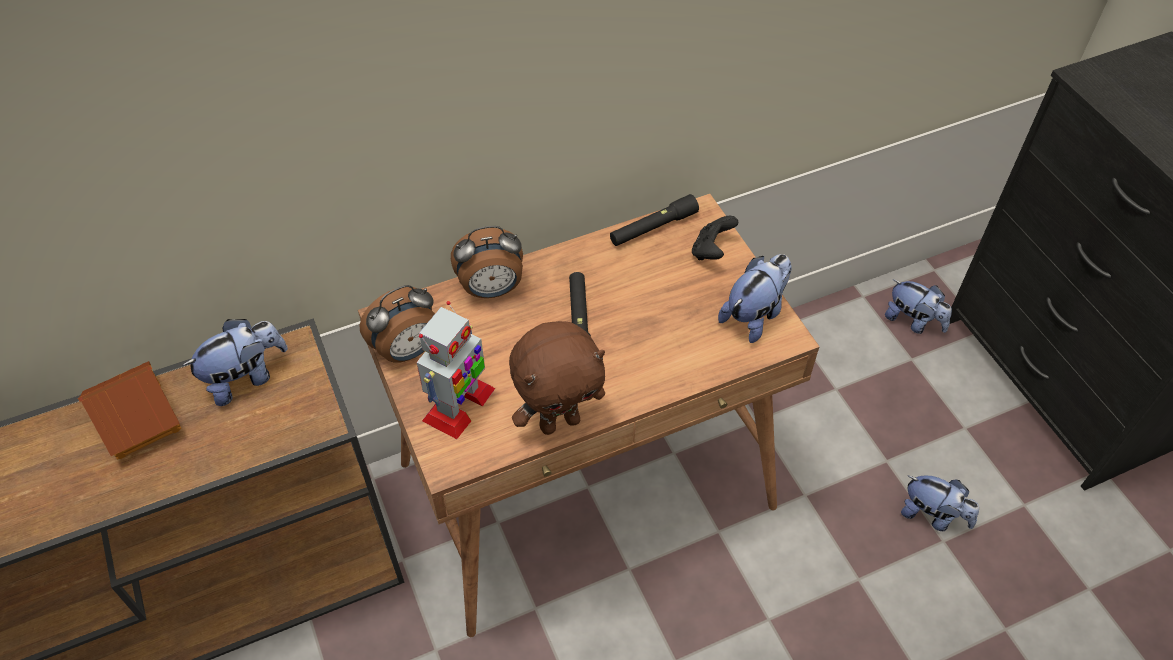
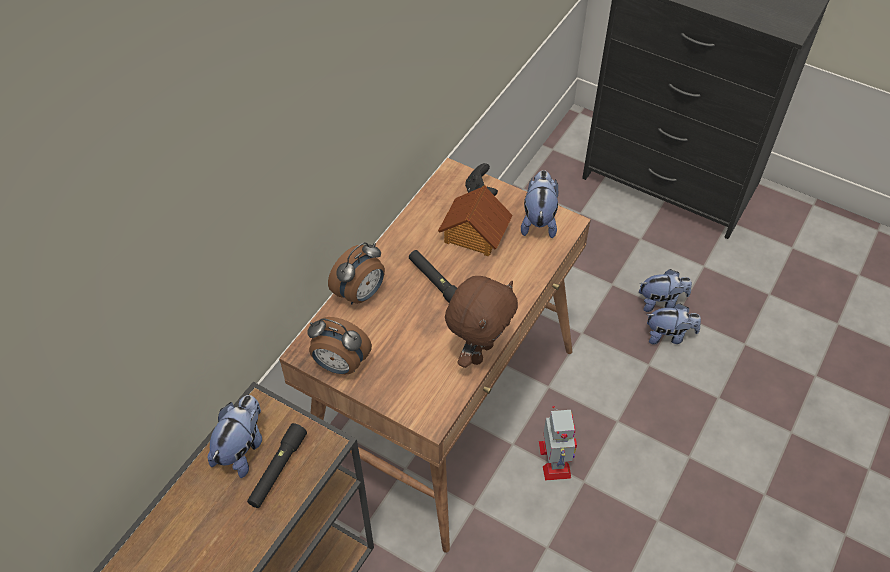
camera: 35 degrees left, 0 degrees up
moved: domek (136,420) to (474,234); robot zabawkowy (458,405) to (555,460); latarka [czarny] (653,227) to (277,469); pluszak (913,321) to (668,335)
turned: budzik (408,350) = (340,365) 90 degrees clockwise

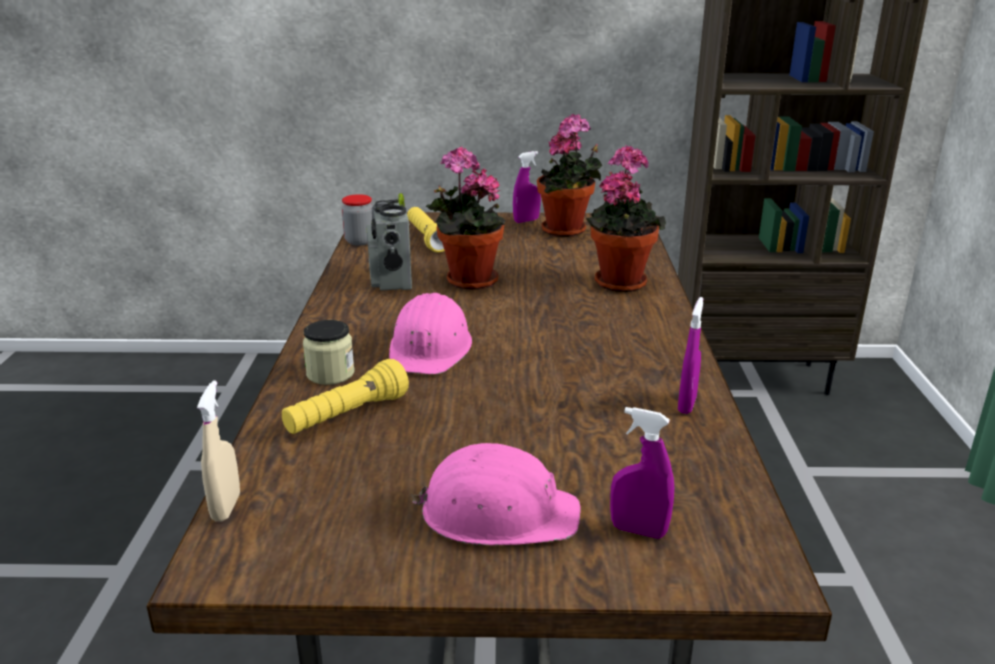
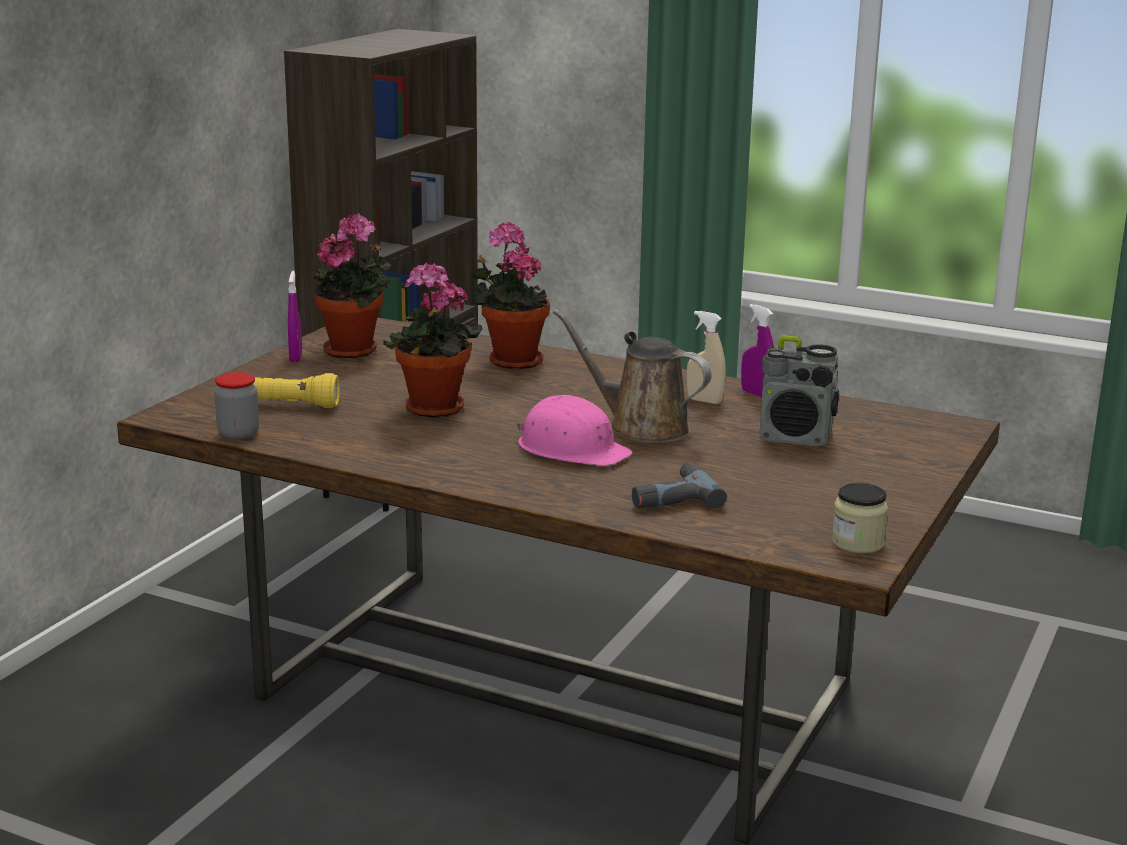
camera: 65 degrees left, 5 degrees down
removed: kask [różowy] (498,513); spryskiwacz [fioletowy] (638,530)
added: konewka [brązowy] (641,427)
moved: spryskiwacz [beżowy] (226,507) to (704,401); słoik (330,374) to (857,543); radio (390,281) to (795,438)
replaced: latarka [żółty] (347,416) to wiertarka (670,497)

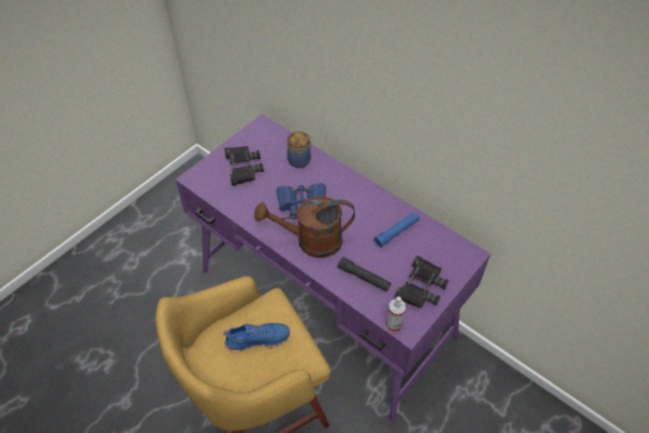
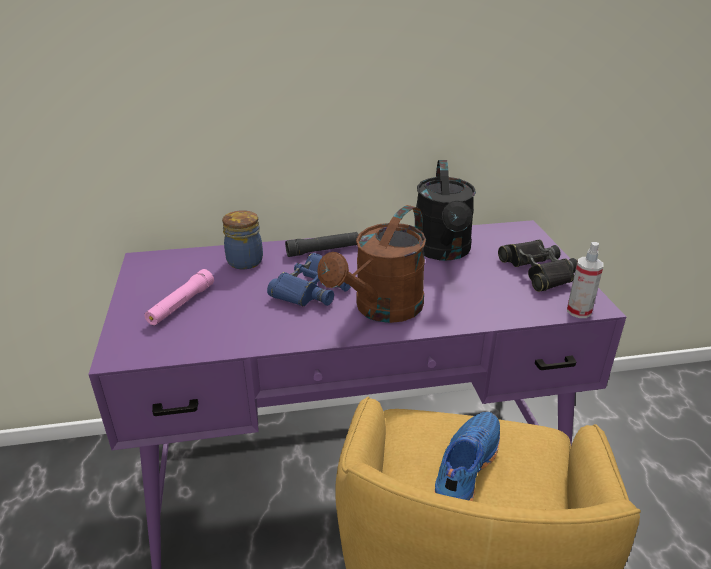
camera: 50 degrees left, 20 degrees down
moved: latarka [czarny] (364,278) to (323,250)
replaced: lornetka [czarny] (243,167) to latarka [różowy] (181,304); latarka [niebieski] (396,232) to konewka [czarny] (443,252)

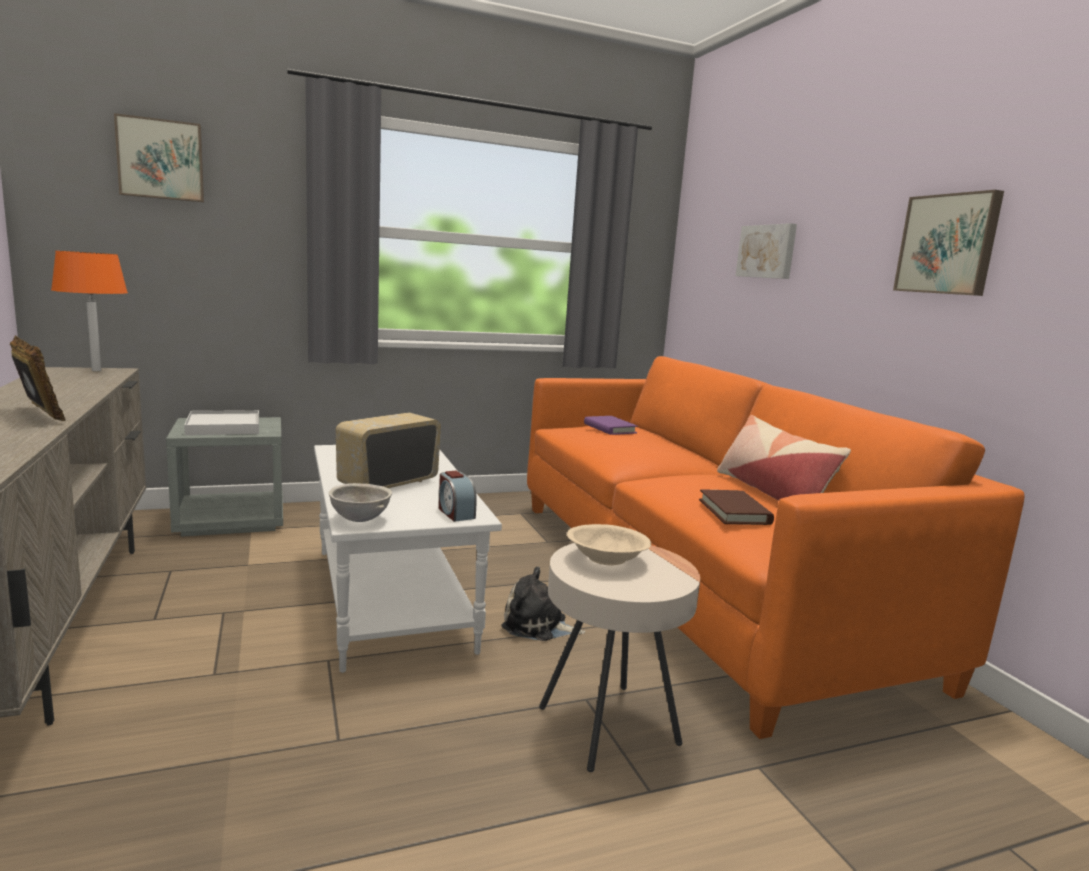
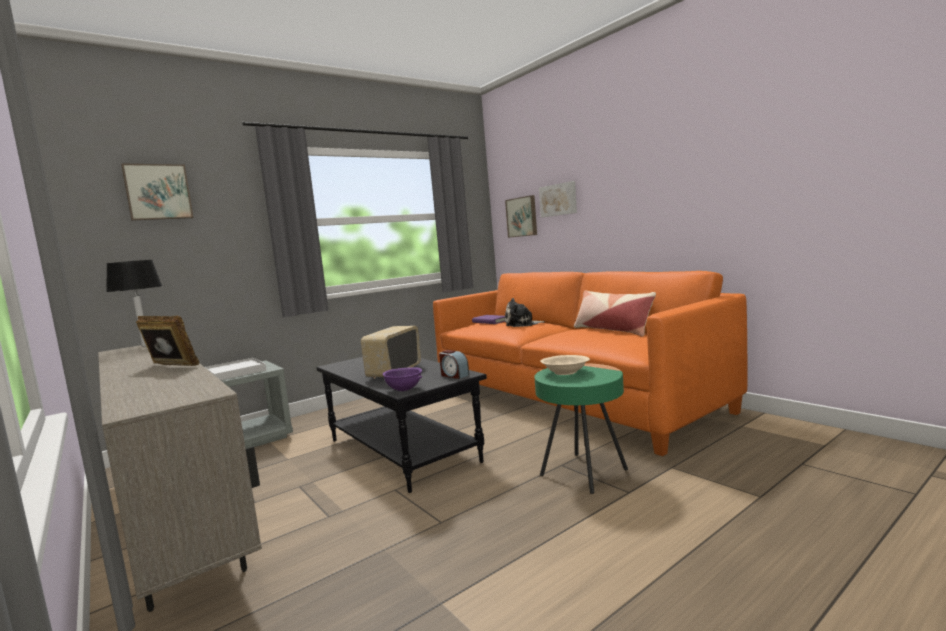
camera: 15 degrees left, 5 degrees down
removed: książka [brązowy] (734,512)
moved: pluszak (538,625) to (521,324); obraz (948,244) to (522,217)
recoloured: lampa stołowa [pomarańczowy] (96,370) to lampa stołowa [czarny] (145,346); ława [biały] (393,597) to ława [czarny] (403,450); miska [szary] (360,520) to miska [fioletowy] (404,390); stolik [beżowy] (608,726) to stolik [zielony] (583,472)

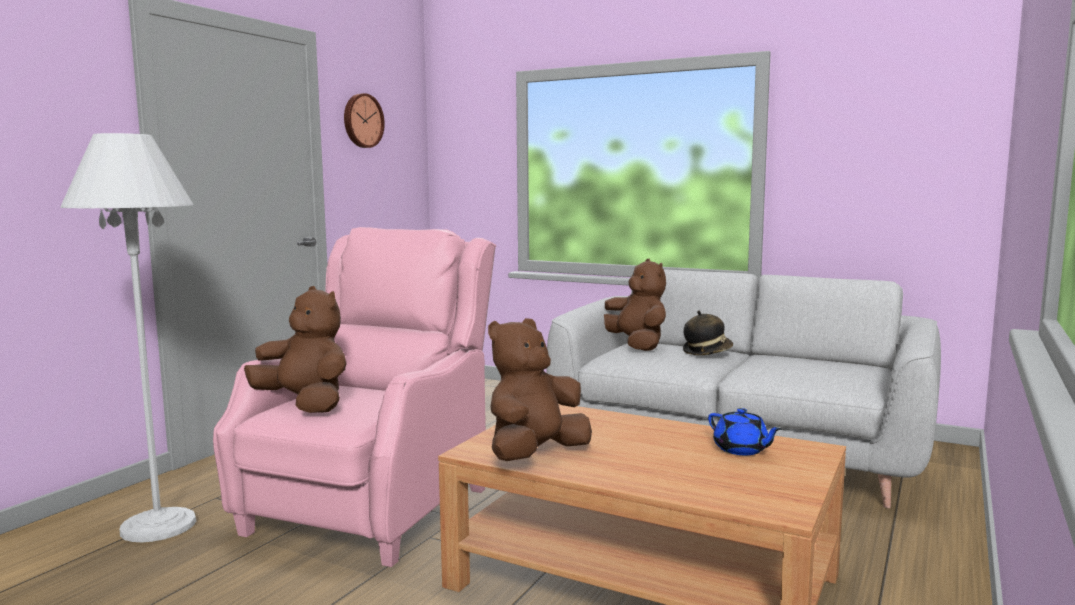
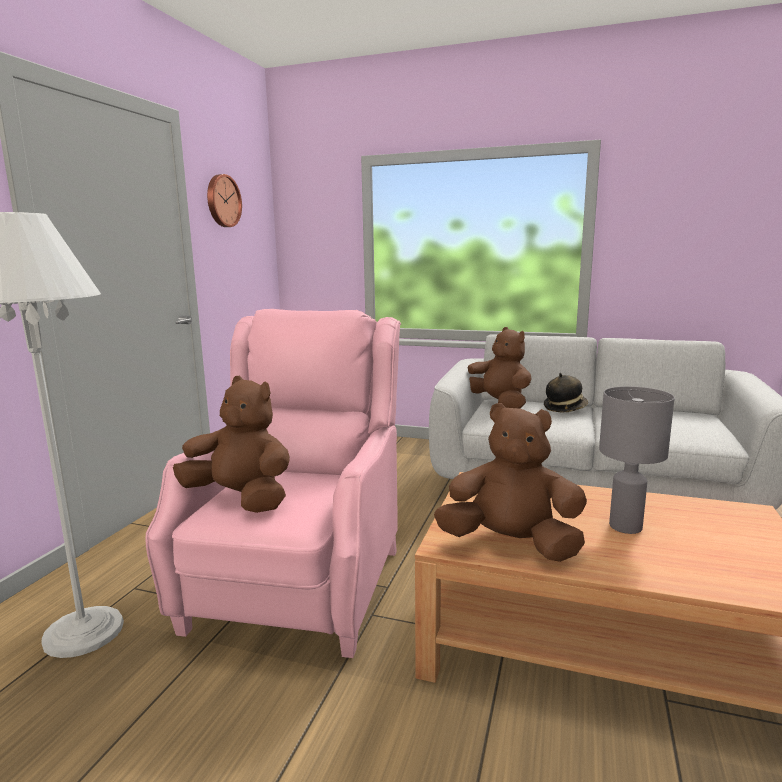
camera: 10 degrees left, 5 degrees up
removed: imbryk [niebieski] (741,450)
added: lampa stołowa [szary] (625,527)
turned: pluszak [brązowy] (535,455) = (511,544) 75 degrees clockwise

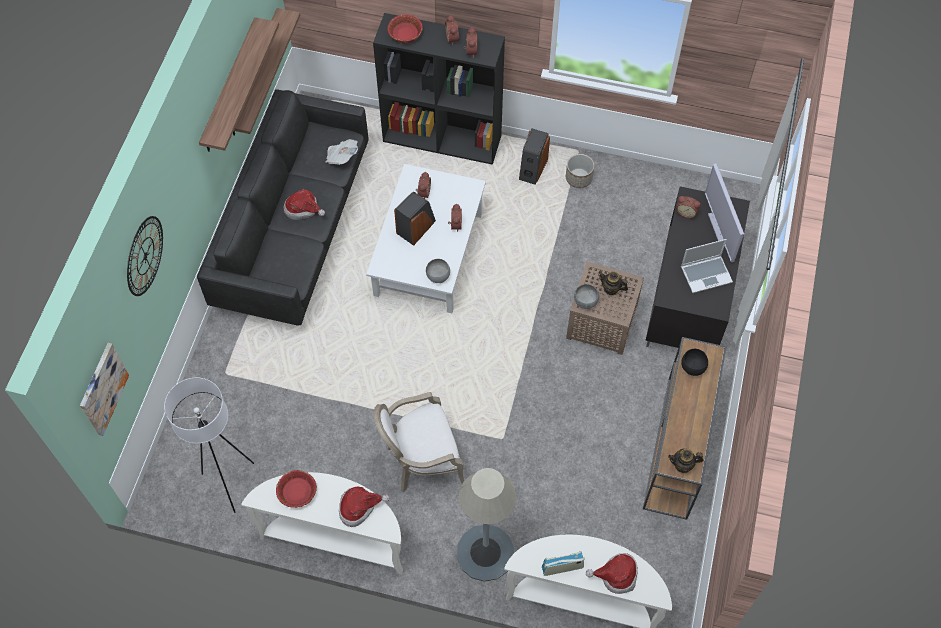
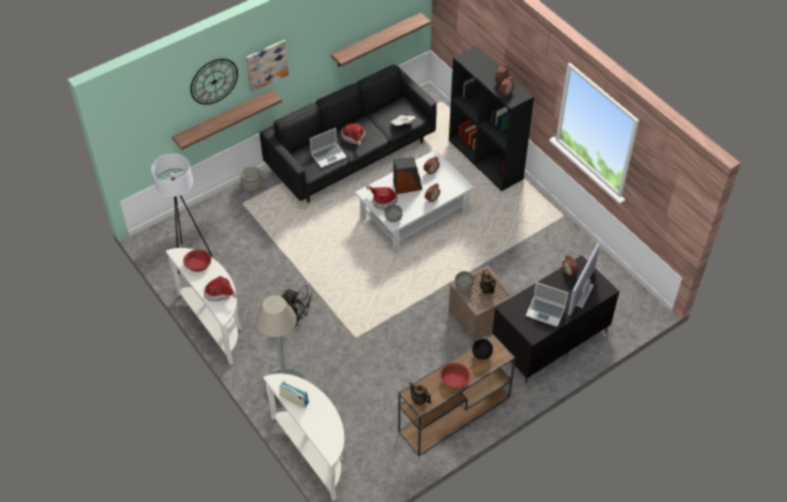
camera: 40 degrees right, 10 degrees down
removed: głośnik (532,169)
added: laptop (328,155)
moved: obraz (102,389) to (266,64); półka (229,87) to (224,120); miska [czerwony] (405,34) to (454,379); donica (578,178) to (251,185); kapelusz (616,575) to (382,201)
replaced: fotel (421,461) to wentylator [szary] (299,316)

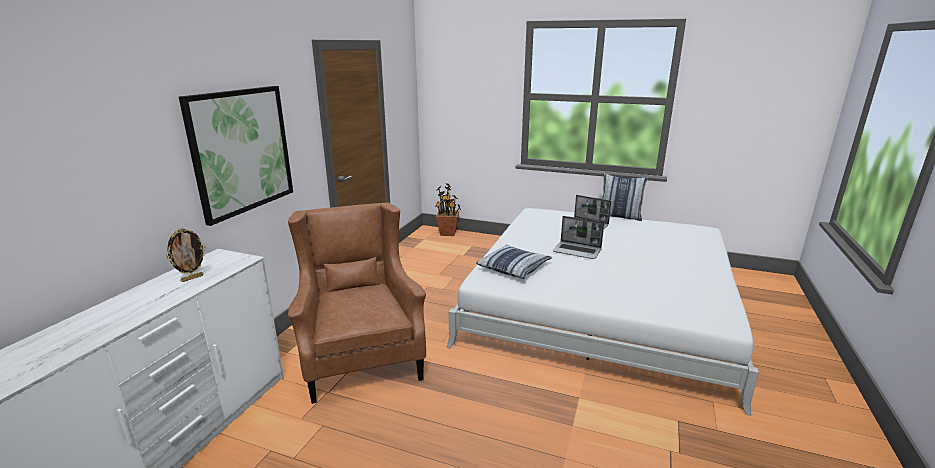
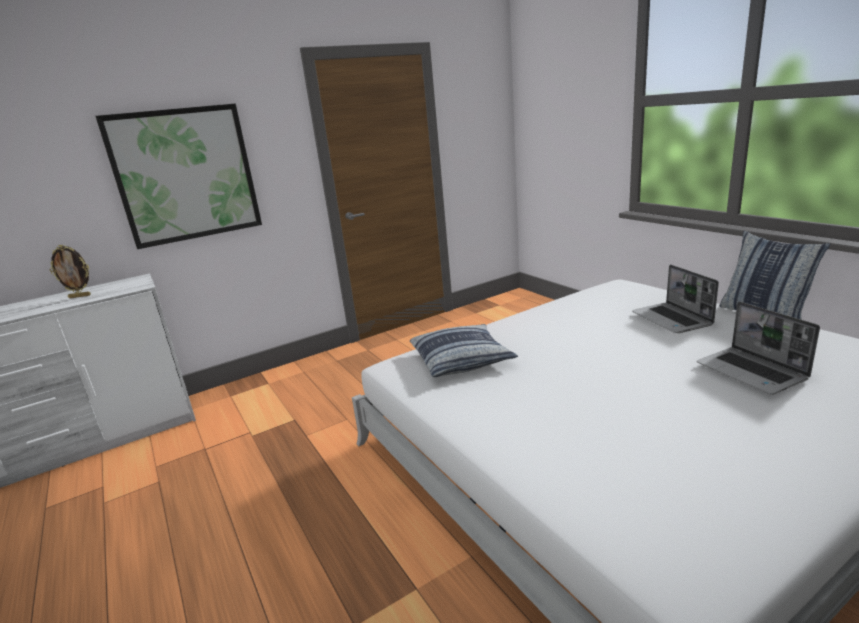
camera: 40 degrees right, 0 degrees up
removed: fotel [brązowy] (361,354); roślina doniczkowa (448,233)
moved: laptop (577,251) to (752,372)

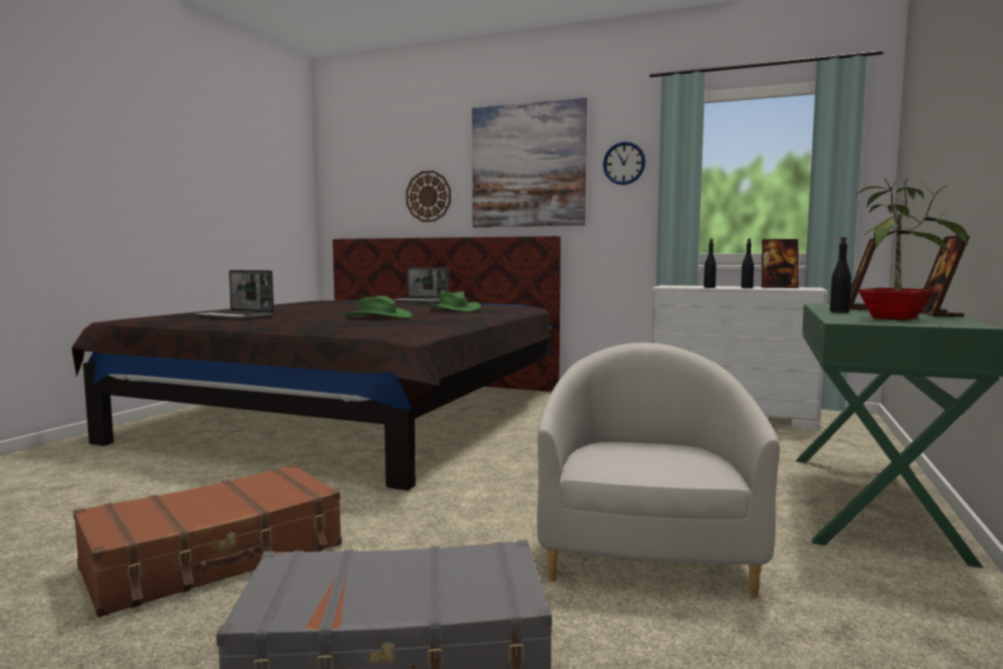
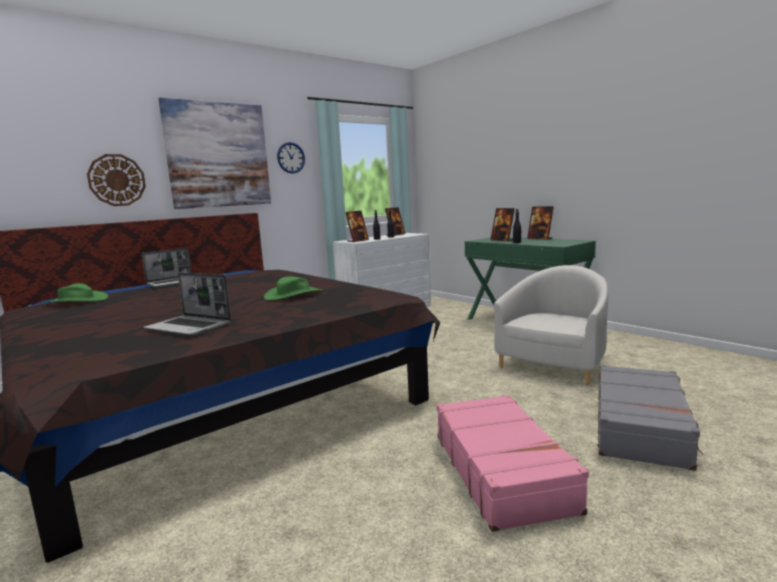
camera: 60 degrees left, 5 degrees up
removed: roślina doniczkowa (895,318)
added: ramka na zdjęcie (358,241)
moved: kapelusz [zielony] (454,310) to (76,301)
recoloured: walizka [brązowy] (216,557) to walizka [różowy] (502,471)
turned: laptop (236,316) = (190,327) 60 degrees clockwise; fotel [biały] (646,552) = (554,364) 90 degrees clockwise

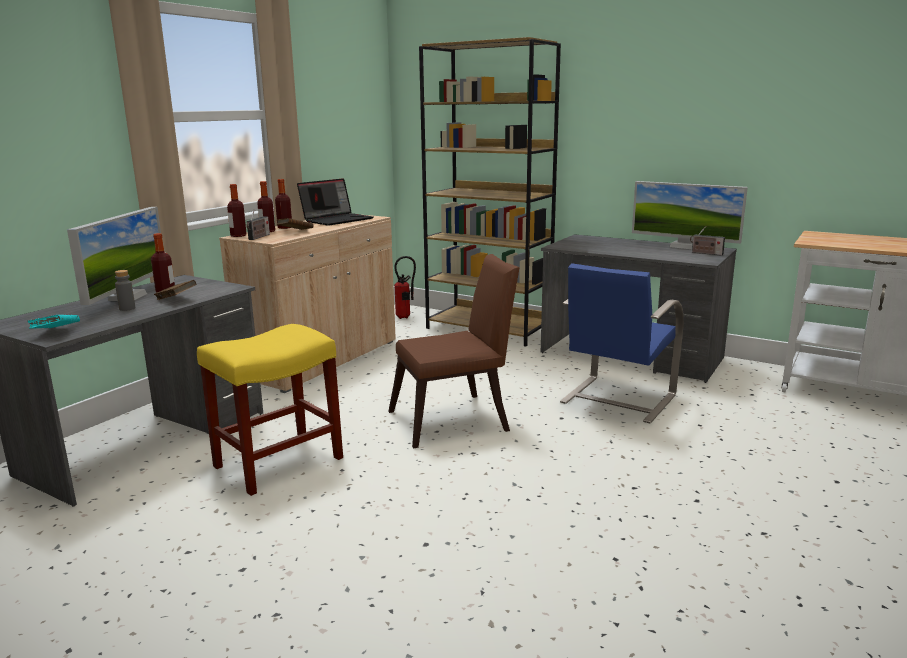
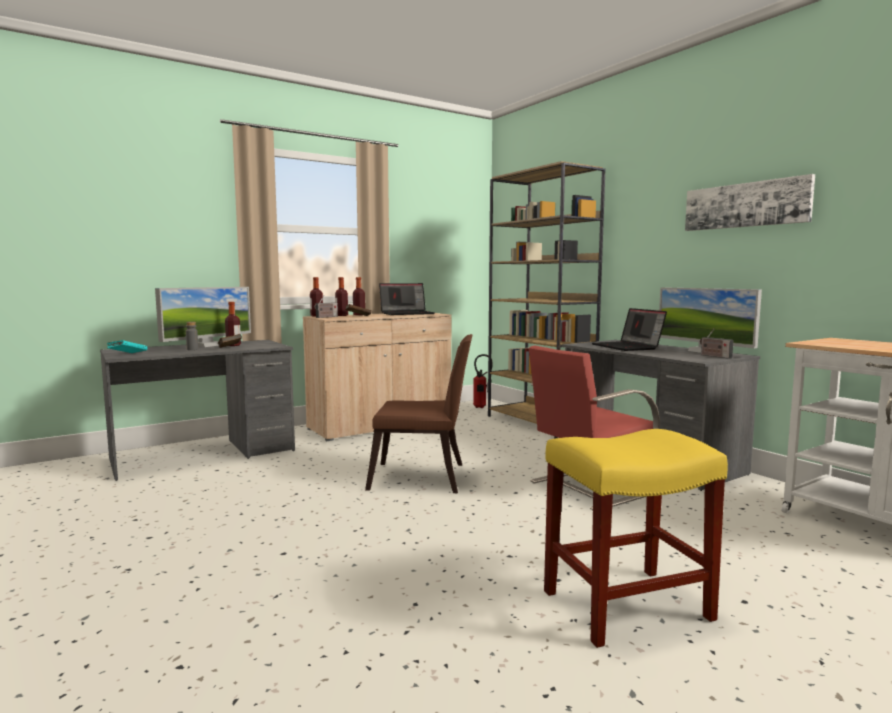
camera: 25 degrees right, 10 degrees down
added: laptop (628,347); obraz (745,205)
moved: stołek [żółty] (277,463) to (624,606)
recoloured: krzesło [niebieski] (616,399) to krzesło [czerwony] (587,488)

